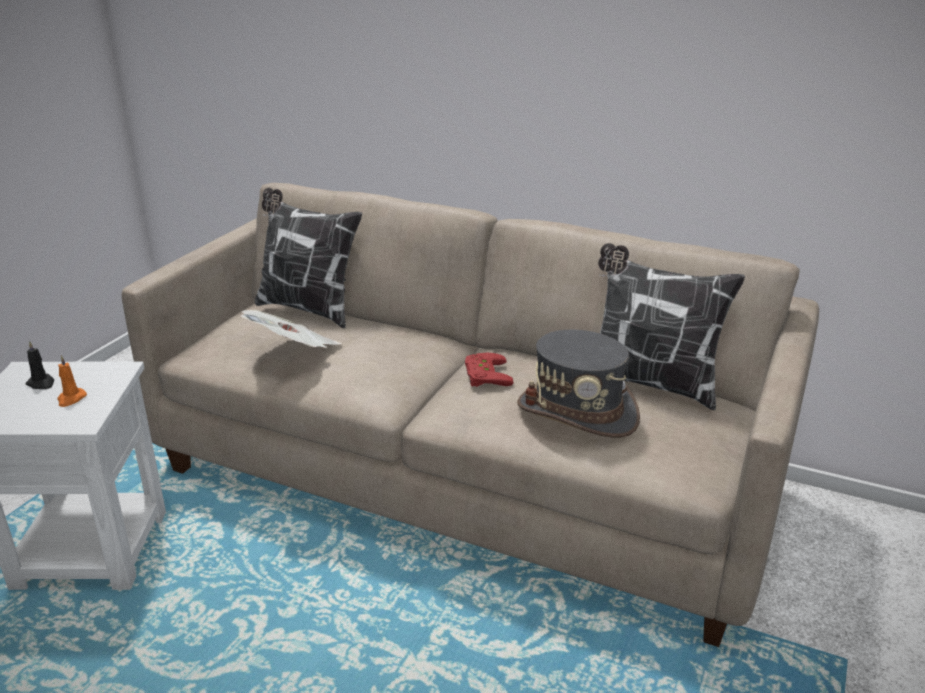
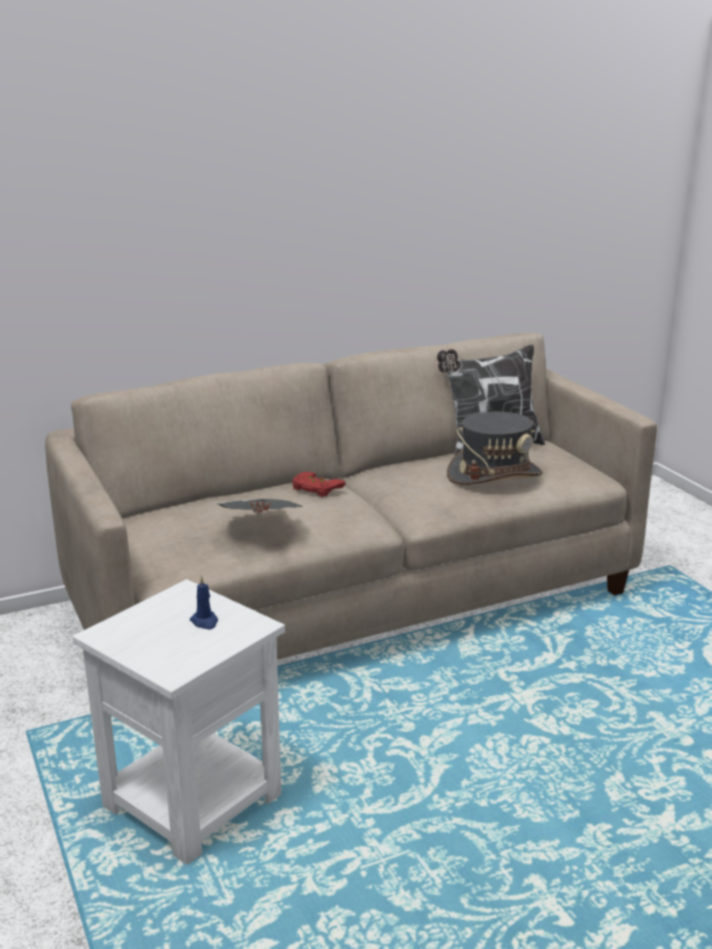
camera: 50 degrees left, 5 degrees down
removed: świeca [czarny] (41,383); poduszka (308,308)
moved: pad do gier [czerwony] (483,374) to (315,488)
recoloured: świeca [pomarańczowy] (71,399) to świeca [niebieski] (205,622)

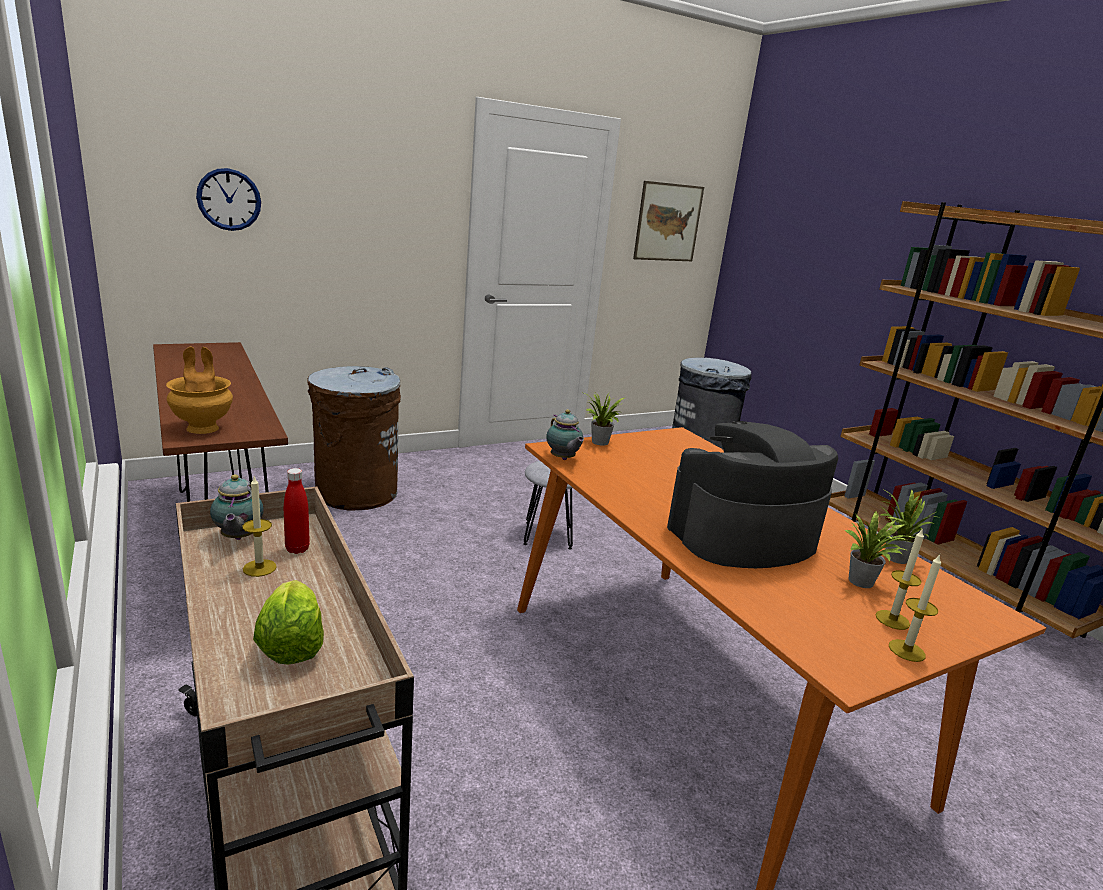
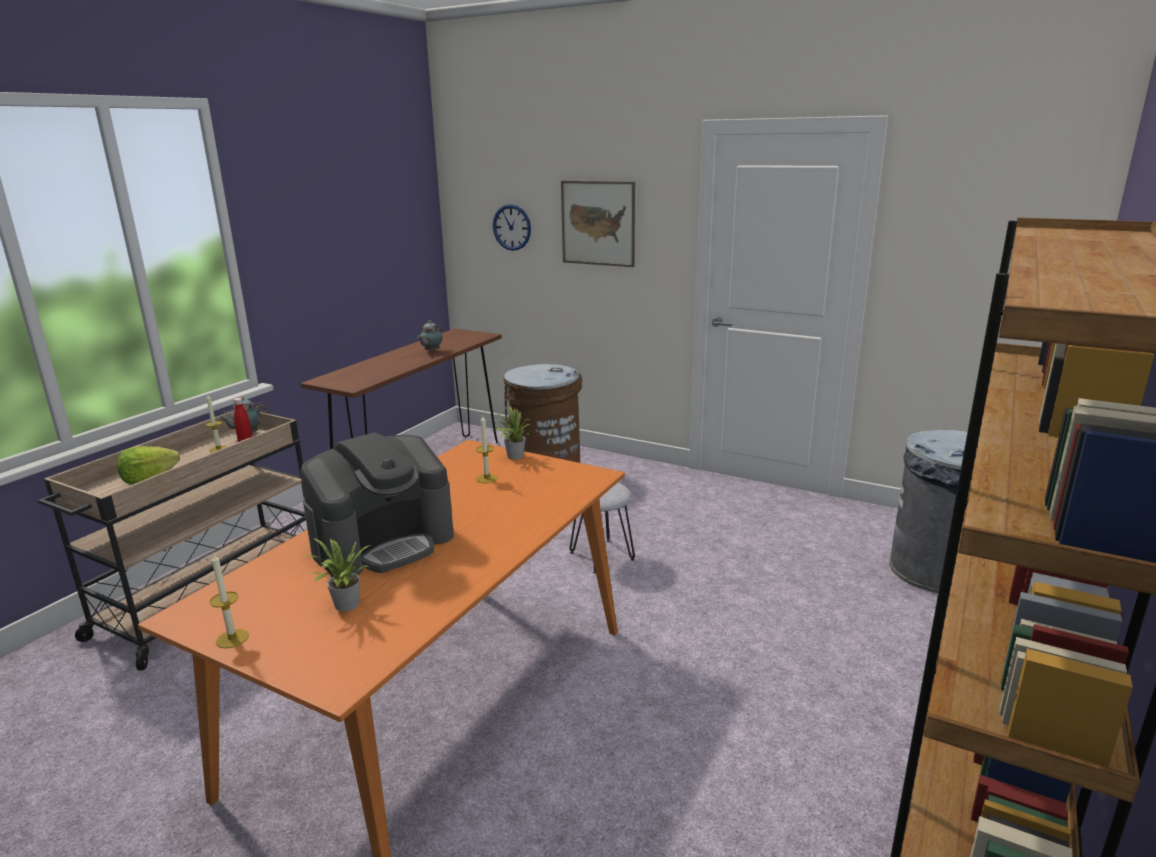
camera: 60 degrees right, 0 degrees up
removed: wazon [brązowy] (203,428); roślina doniczkowa (892,557)
moved: imbryk (563,459) to (431,351); obraz (668,222) to (598,223); świeca (892,620) to (486,478)
turned: ekspres do kawy (741,536) = (383,543) 105 degrees clockwise

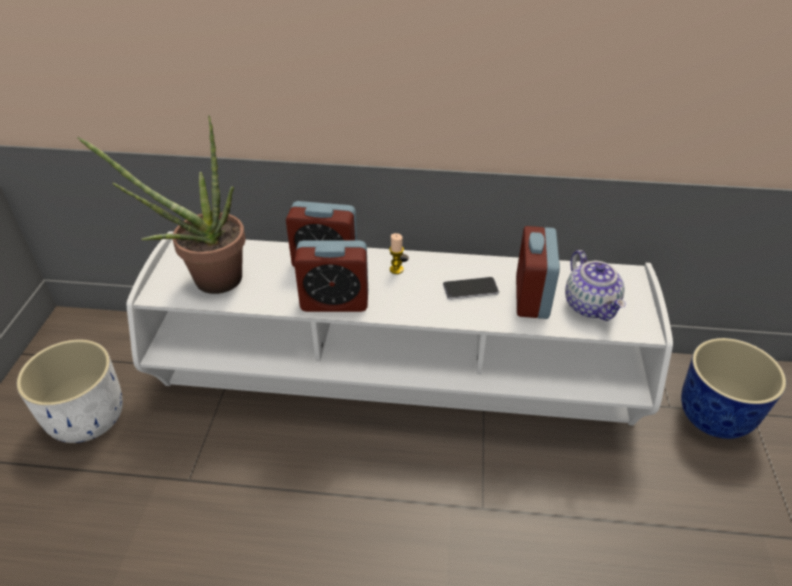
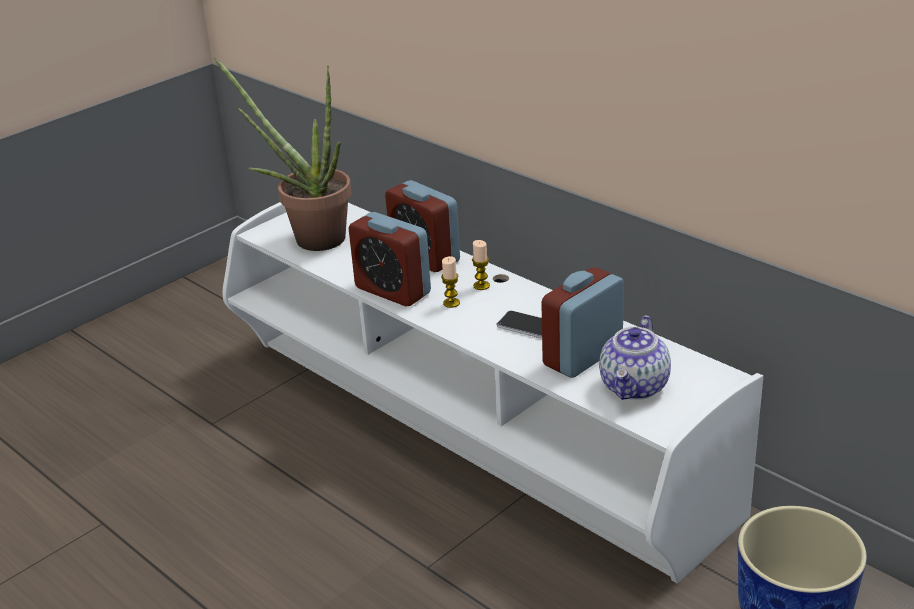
camera: 40 degrees right, 10 degrees down
removed: donica [biały] (88,419)
added: świeca (451,303)

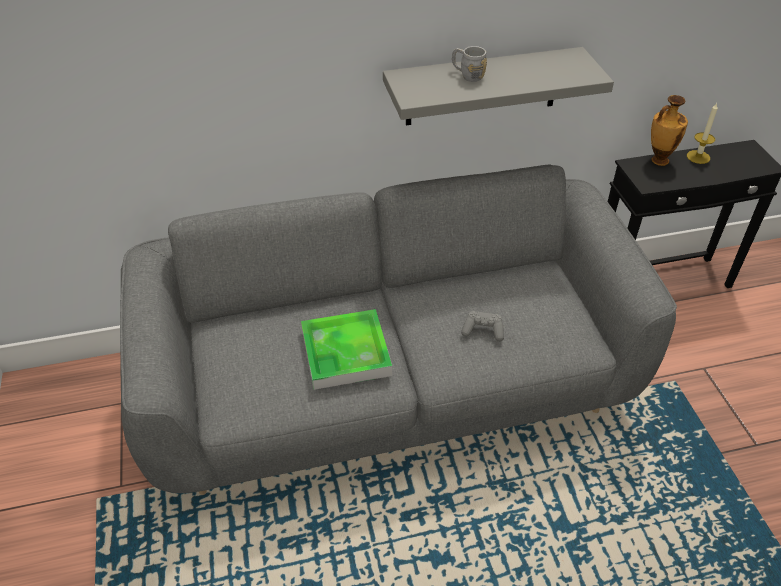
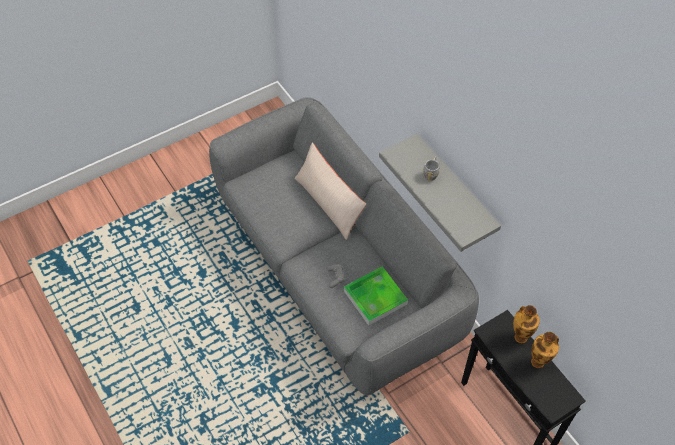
camera: 70 degrees right, 10 degrees up
added: poduszka [beżowy] (329,203)
moved: taca (346,353) to (375,297)
replaced: świeca (698,157) to wazon (538,362)

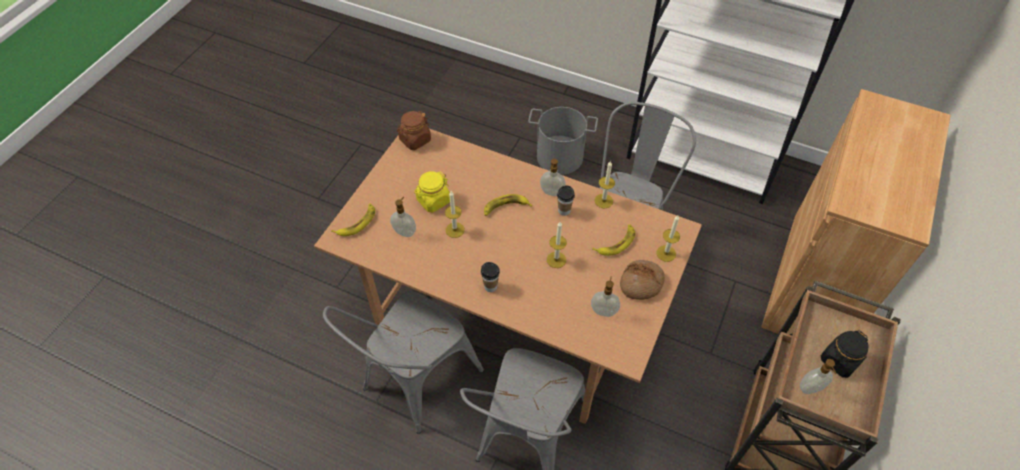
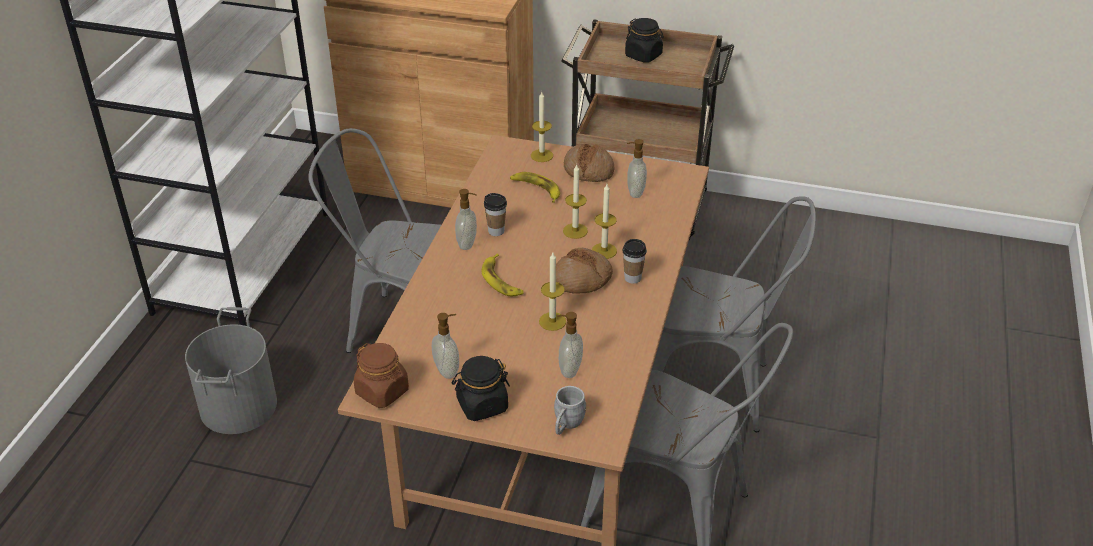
camera: 100 degrees left, 15 degrees down
removed: słoik [żółty] (433,201)
added: słoik [czarny] (482,405); chleb (582,279)
moved: świeca (603,201) to (604,251); dozownik mydła (810,389) to (447,370)
replaced: banan (357,223) to kubek [szary] (566,425)

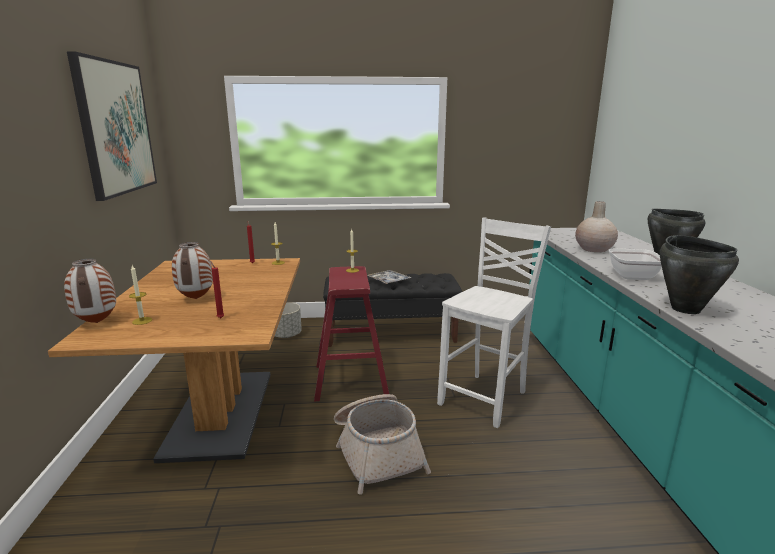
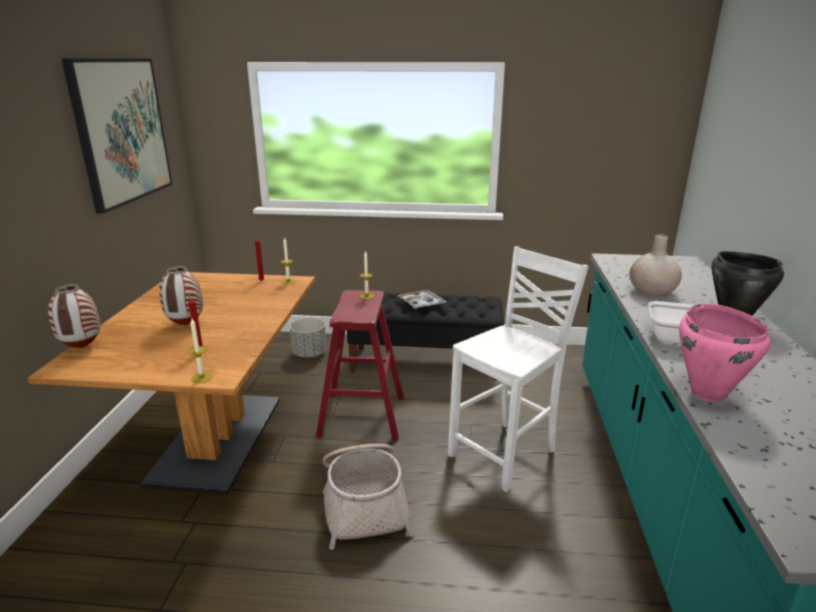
camera: 10 degrees right, 5 degrees up
moved: świeca (142,321) to (202,378)
recoloured: garnek [czarny] (685,309) to garnek [różowy] (708,393)

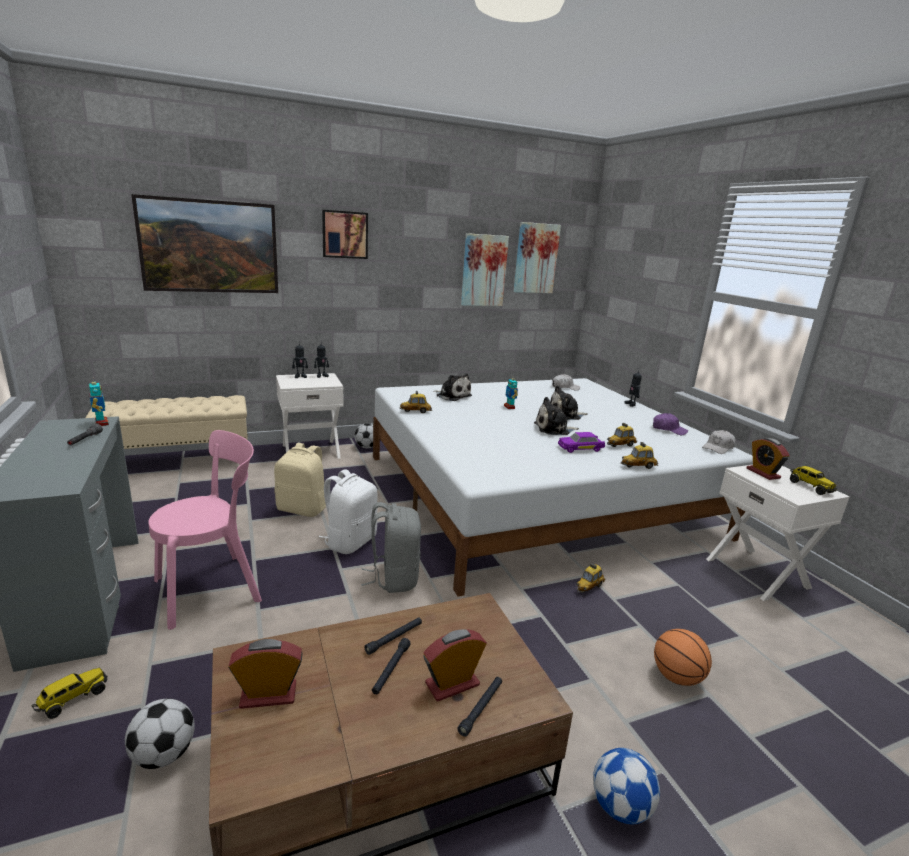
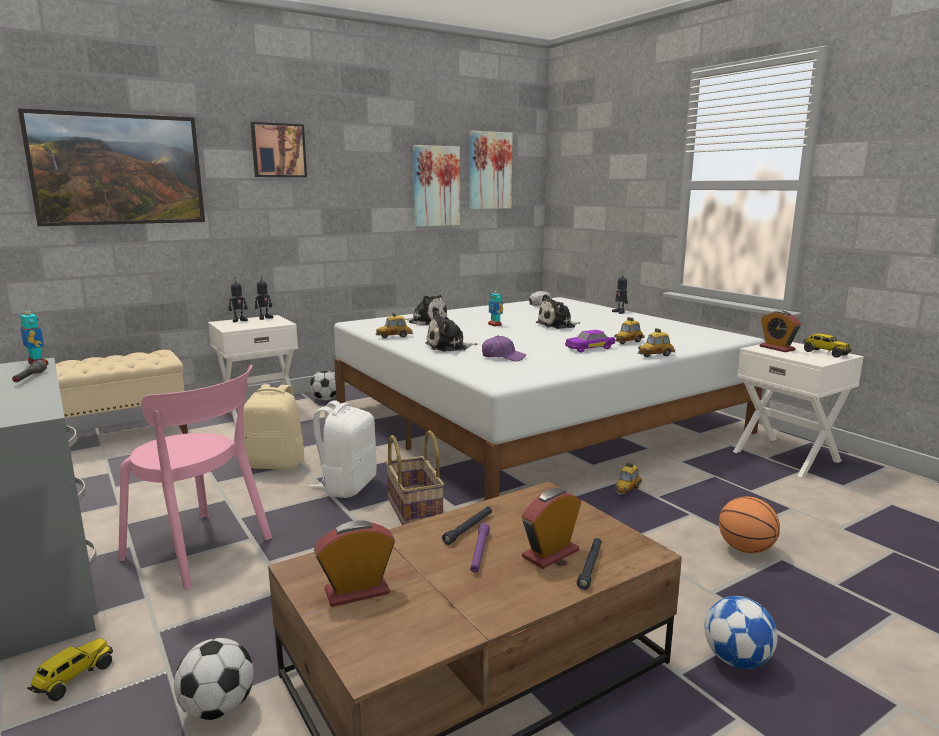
camera: 10 degrees left, 5 degrees down
removed: czapka z daszkiem [biały] (718,448)
moved: pluszak (554,429) to (449,347); czapka z daszkiem [fioletowy] (668,430) to (503,357)
replaced: plecak [szary] (393,578) to koszyk (413,511)
recoloured: latarka [czarny] (391,669) to latarka [fioletowy] (479,552)
turned: krzesło [różowy] (213,588) = (202,550) 75 degrees clockwise

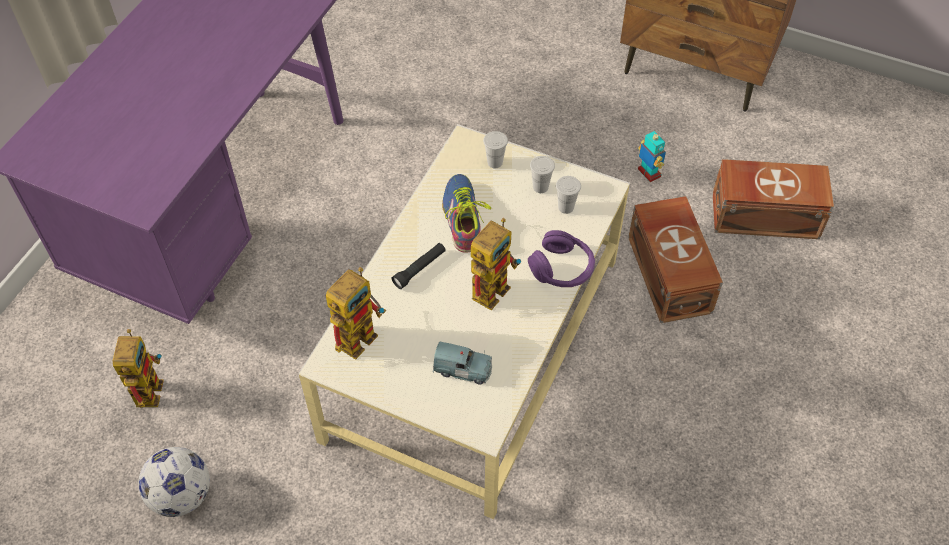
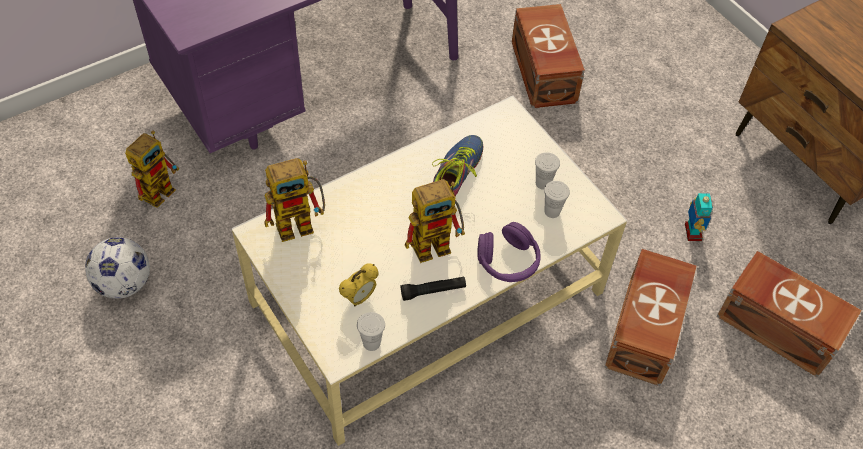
camera: 30 degrees right, 0 degrees up
added: pojemnik do przechowywania [brązowy] (542,73)
moved: latarka [czarny] (419,269) to (433,291); filiżanka [biały] (495,162) to (371,343)
replaced: samochodzik [niebieski] (463,369) to budzik (359,298)

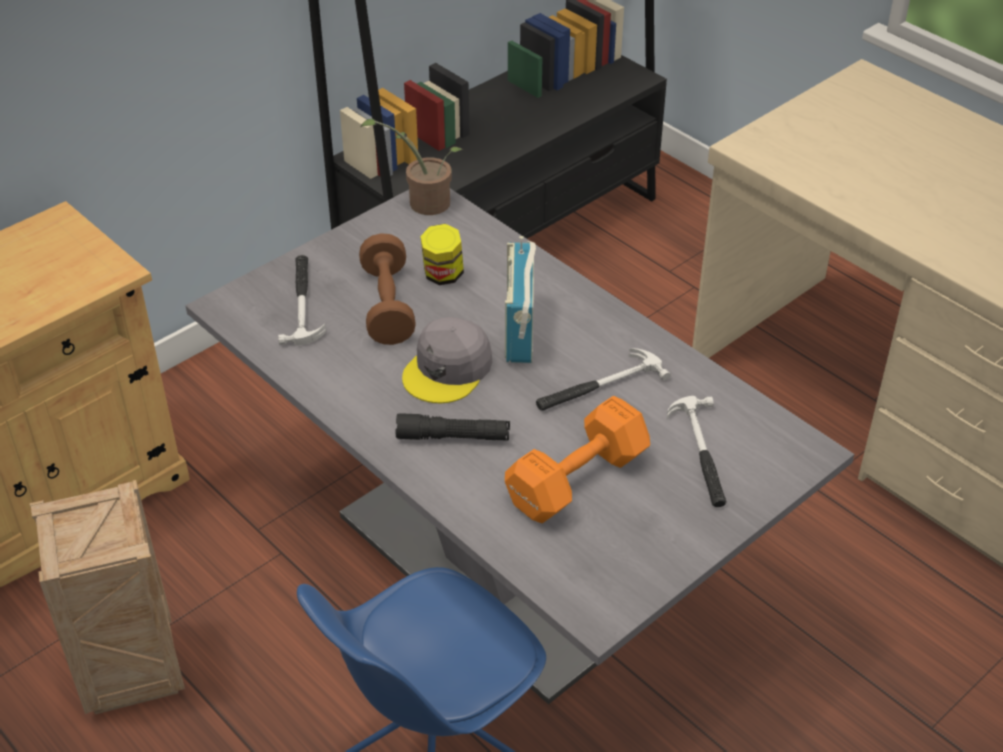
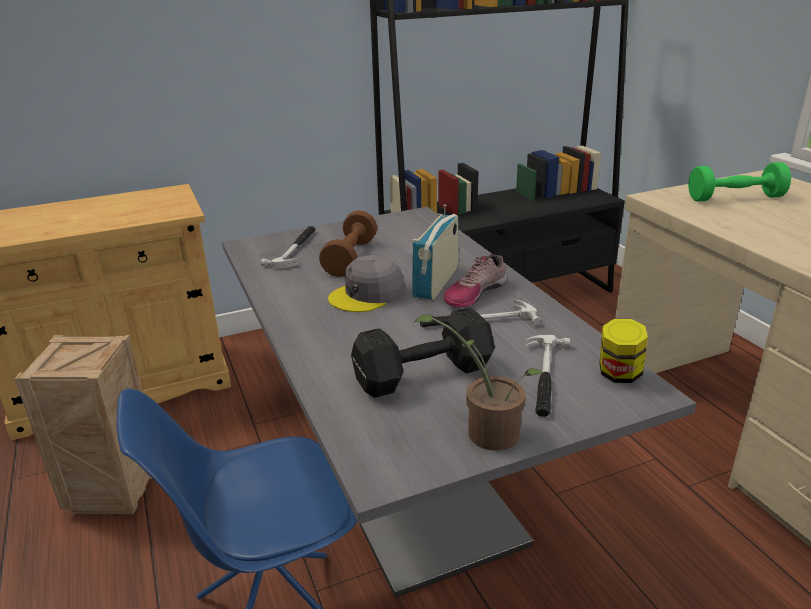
camera: 20 degrees right, 15 degrees down
removed: latarka [czarny] (453,437)
added: but (474,293); hantel [zielony] (735,198)
moved: roślina doniczkowa (423,202) to (485,431); słoik (443,275) to (619,374)
recoloured: hantel [pomarańczowy] (573,481) to hantel [czarny] (420,375)

